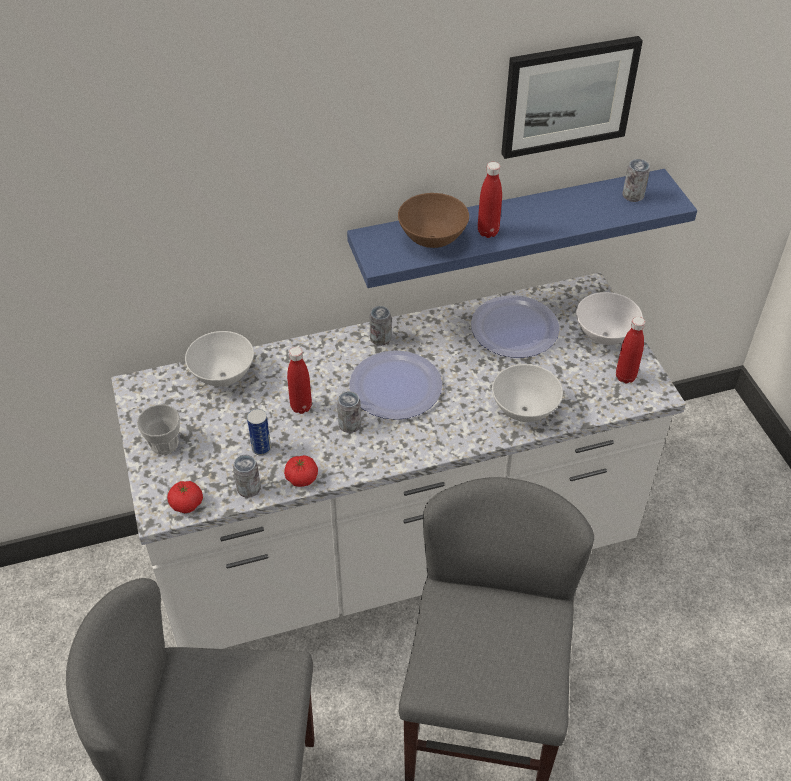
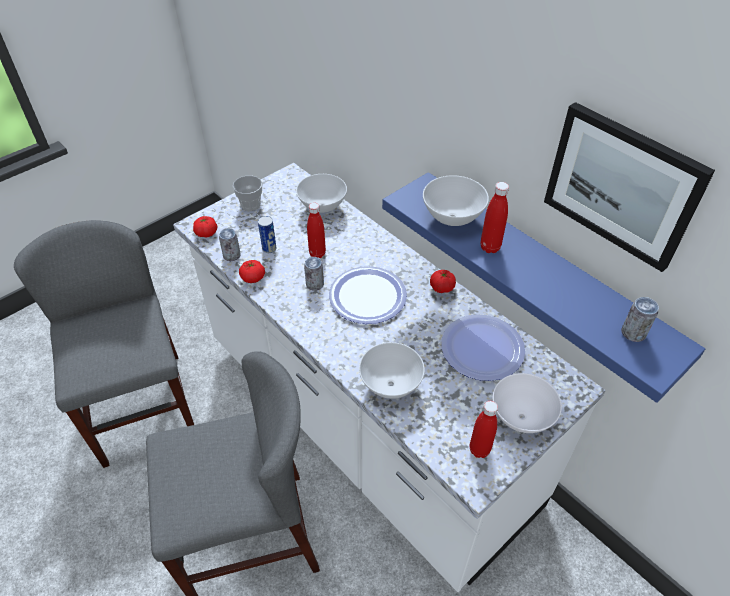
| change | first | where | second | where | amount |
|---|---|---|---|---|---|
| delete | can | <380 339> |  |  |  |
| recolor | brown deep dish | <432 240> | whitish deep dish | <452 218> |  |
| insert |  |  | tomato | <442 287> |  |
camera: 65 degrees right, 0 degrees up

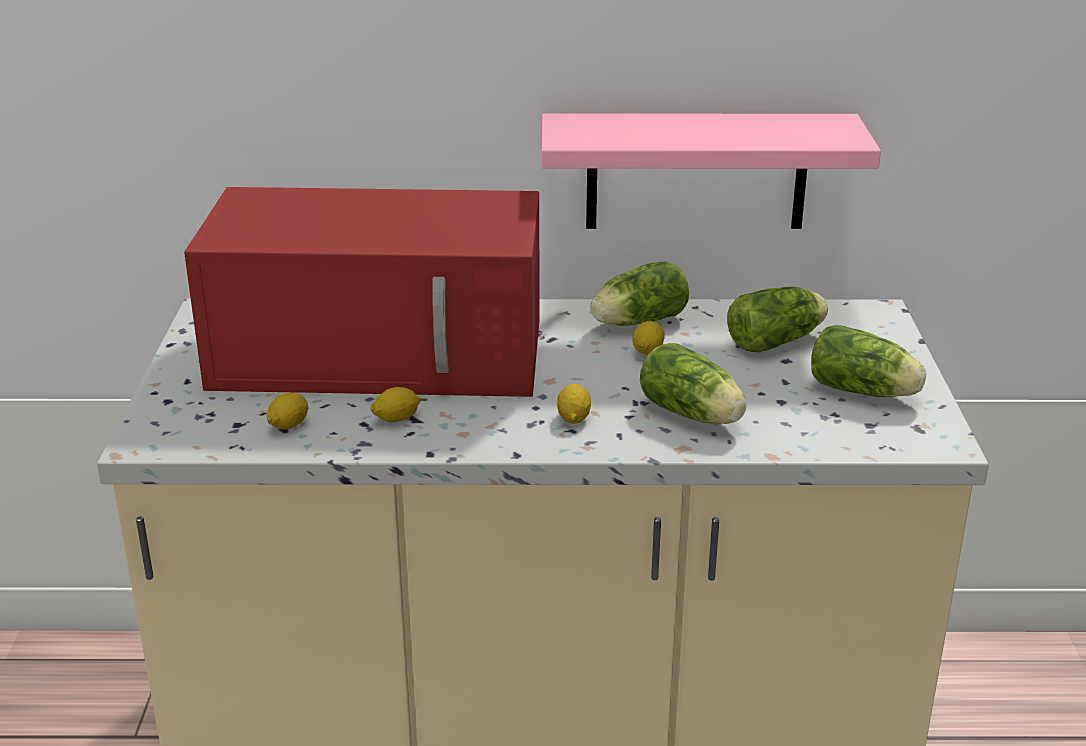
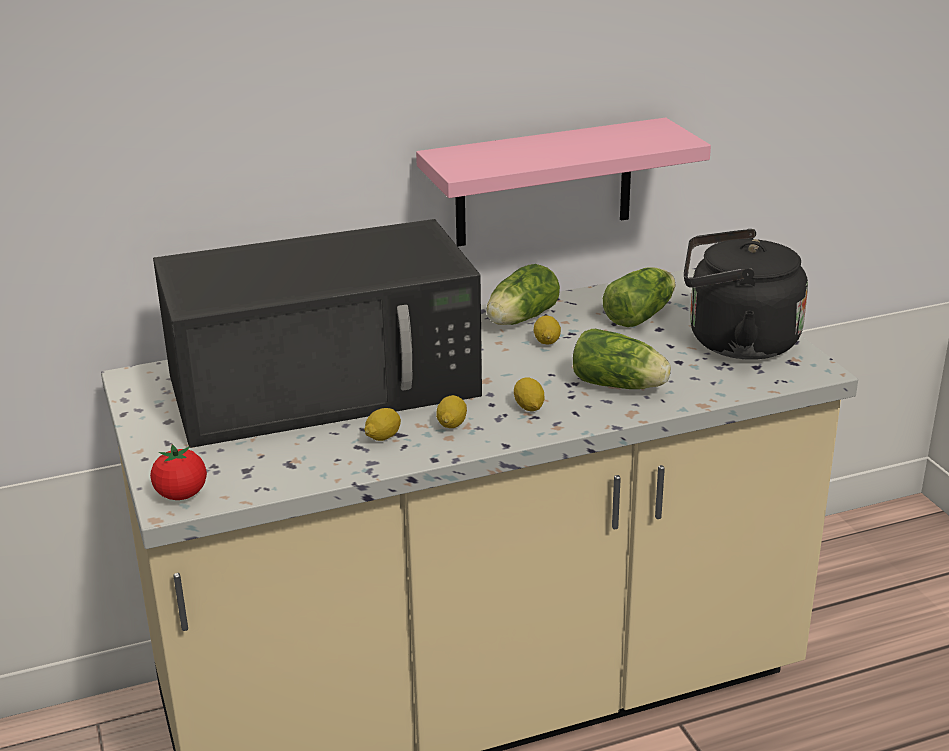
| change | first | where | second | where | amount |
|---|---|---|---|---|---|
| recolor | red-coloured microwave oven | <384 353> | blackish microwave oven | <327 384> |  |
| move | lemon | <289 425> |  | <451 424> |  |
| replace | head of lettuce | <865 392> | blackish tea kettle | <735 342> |  |
| insert |  |  | tomato | <181 495> |  |
camera: 20 degrees left, 0 degrees up

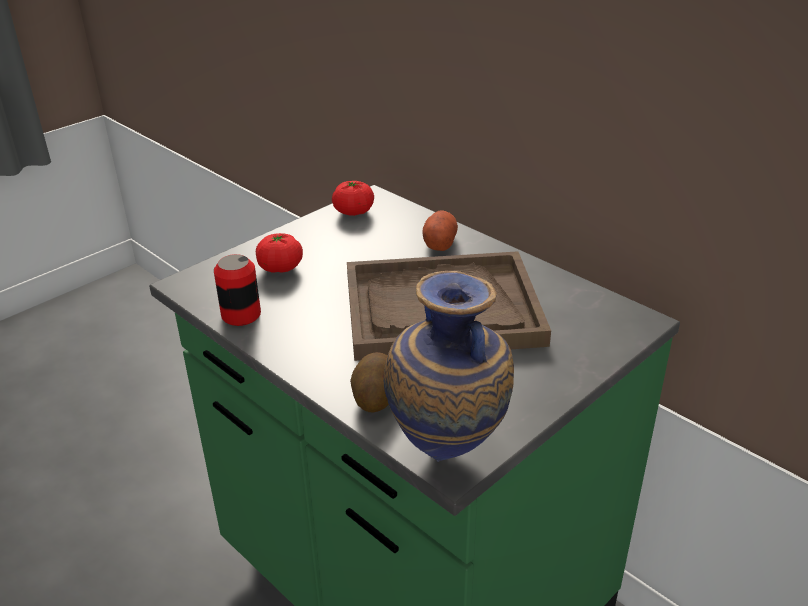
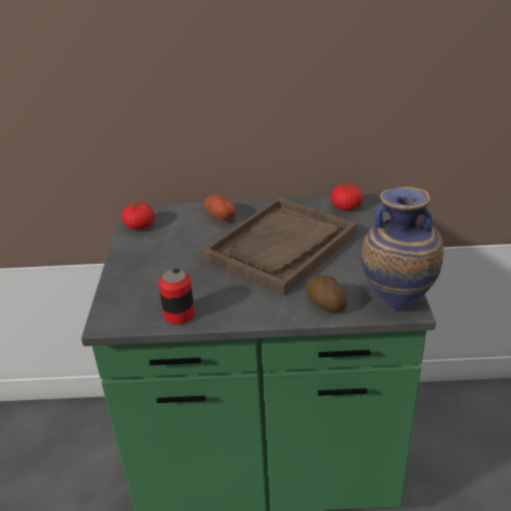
| change | first | where | second | where | amount |
|---|---|---|---|---|---|
| move | tomato | <280 267> |  | <346 207> |  |
camera: 45 degrees left, 0 degrees up

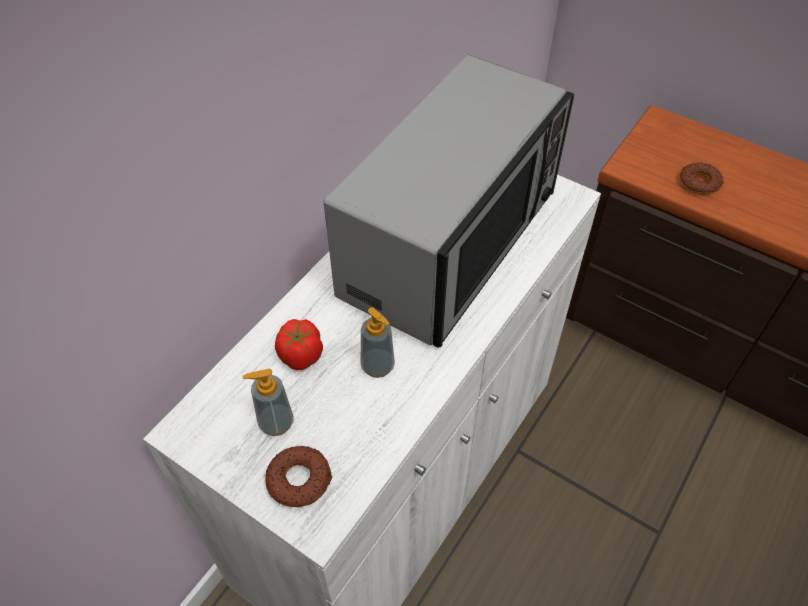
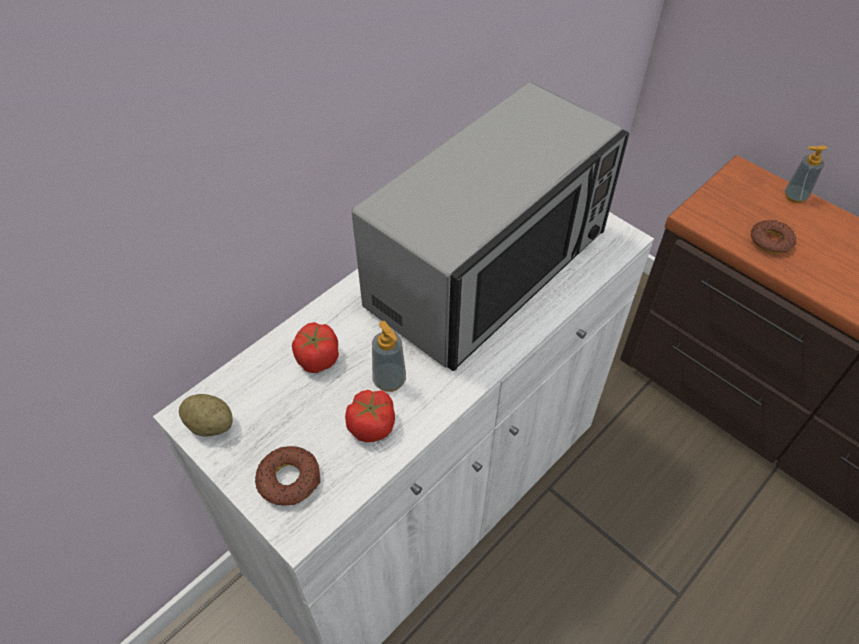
| change | first | where | second | where | amount |
|---|---|---|---|---|---|
| move | soap dispenser | <276 423> |  | <795 196> |  |
| insert |  |  | spud | <210 425> |  |
| insert |  |  | tomato | <372 425> |  |
camera: 10 degrees right, 0 degrees up

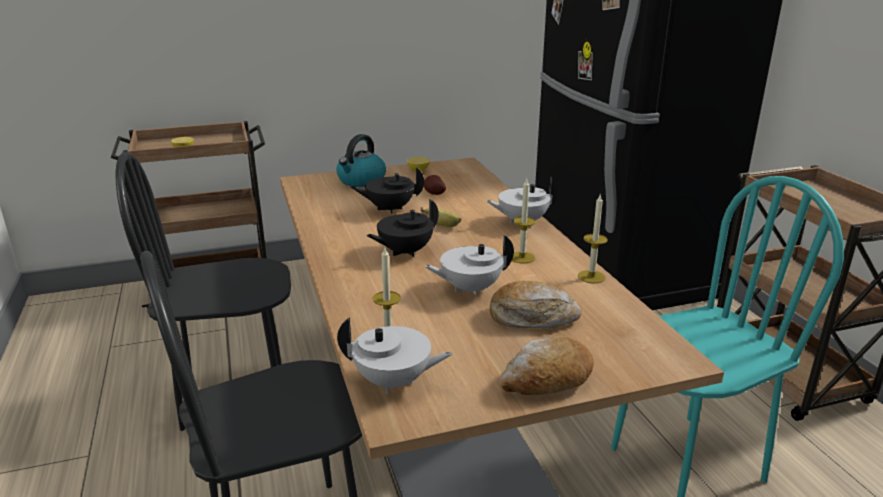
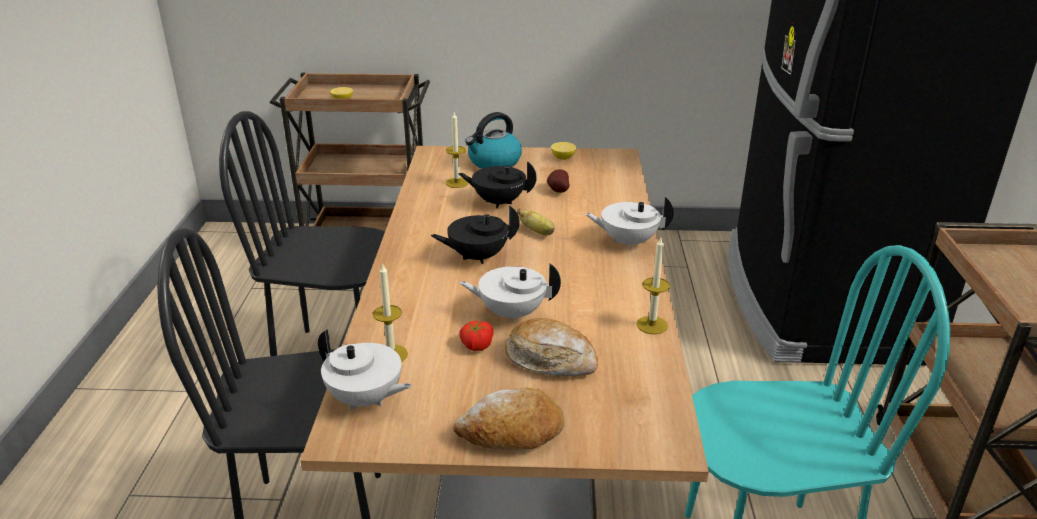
| change | first | where | second | where | amount |
|---|---|---|---|---|---|
| move | wax light | <522 257> |  | <457 183> |  |
| insert |  |  | tomato | <476 345> |  |
camera: 20 degrees right, 5 degrees up

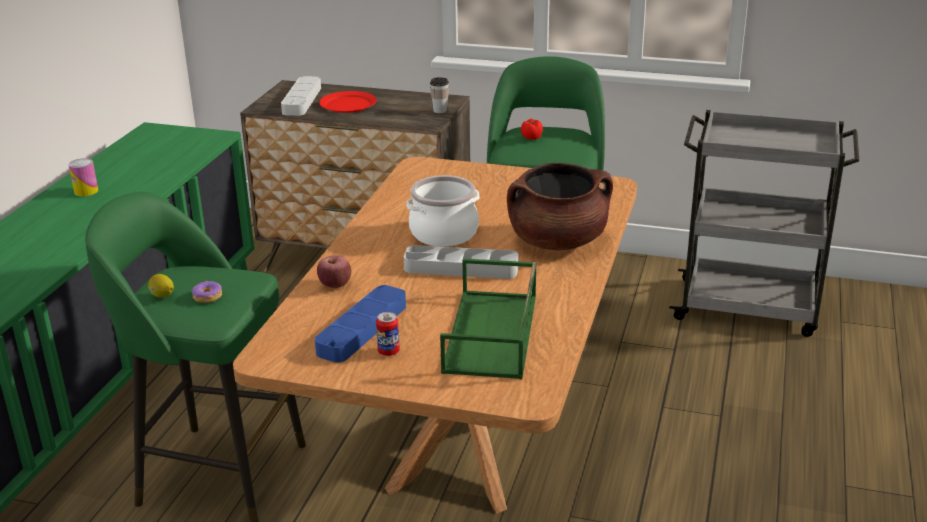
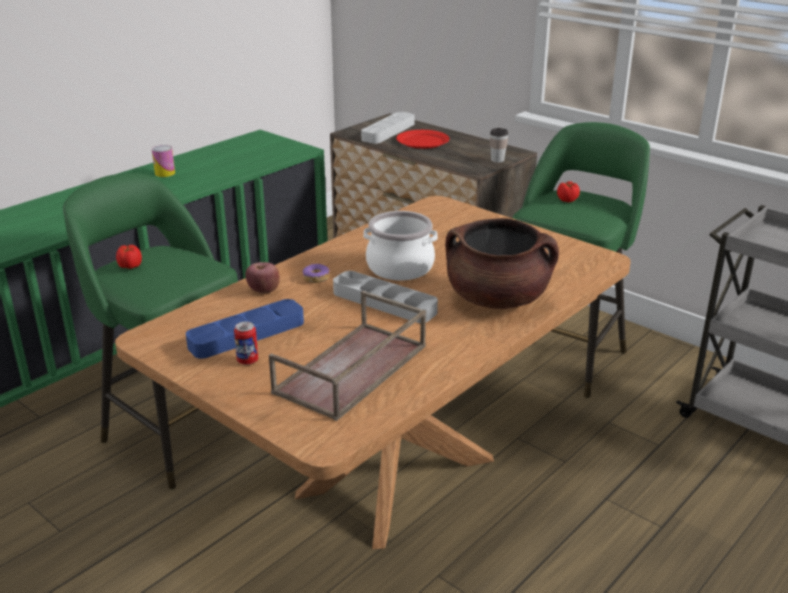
| change | first | where | second | where | amount |
|---|---|---|---|---|---|
| replace | lemon | <162 296> | tomato | <130 266> |  |
| move | doughnut | <207 297> |  | <316 278> |  |
| recolor | green-coloured serving tray | <492 334> | brown serving tray | <352 370> |  |
camera: 25 degrees right, 0 degrees up

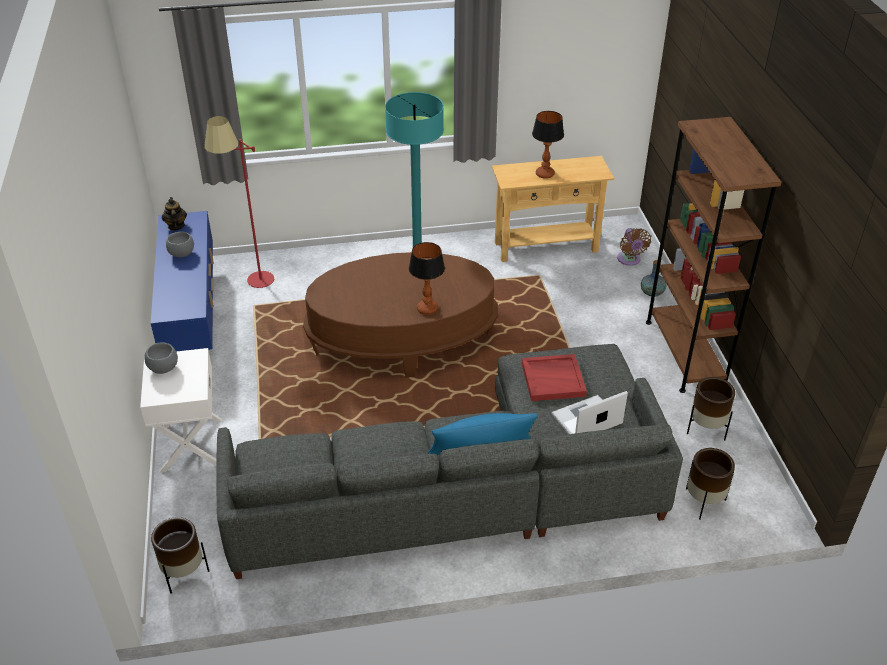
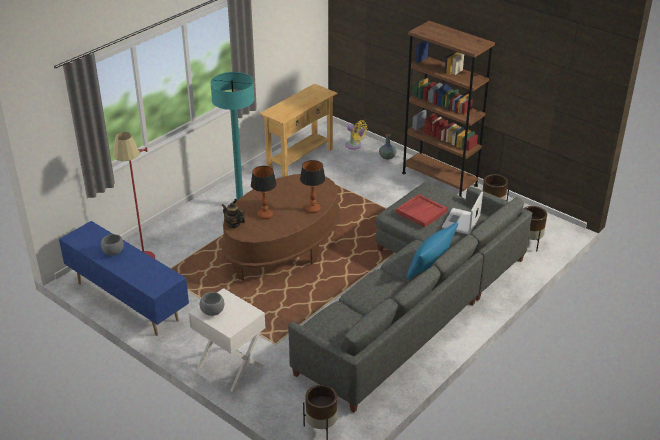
| change | first | where | second | where | amount |
|---|---|---|---|---|---|
| move | tea pot | <176 226> |  | <233 224> |  |
| move | tabletop lamp | <545 174> |  | <265 215> |  |
| recolor | brown cooling fan | <629 260> | yellow-coloured cooling fan | <354 146> |  |
camera: 40 degrees left, 5 degrees down

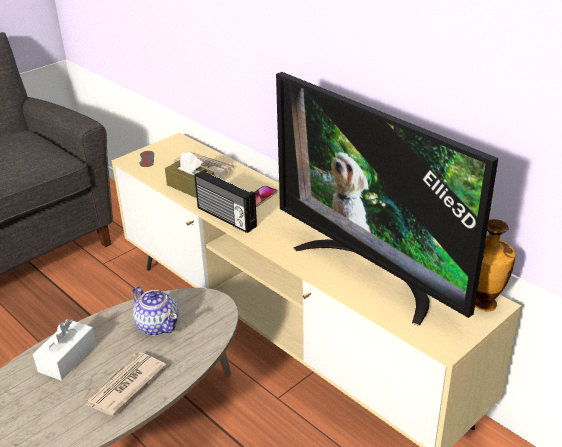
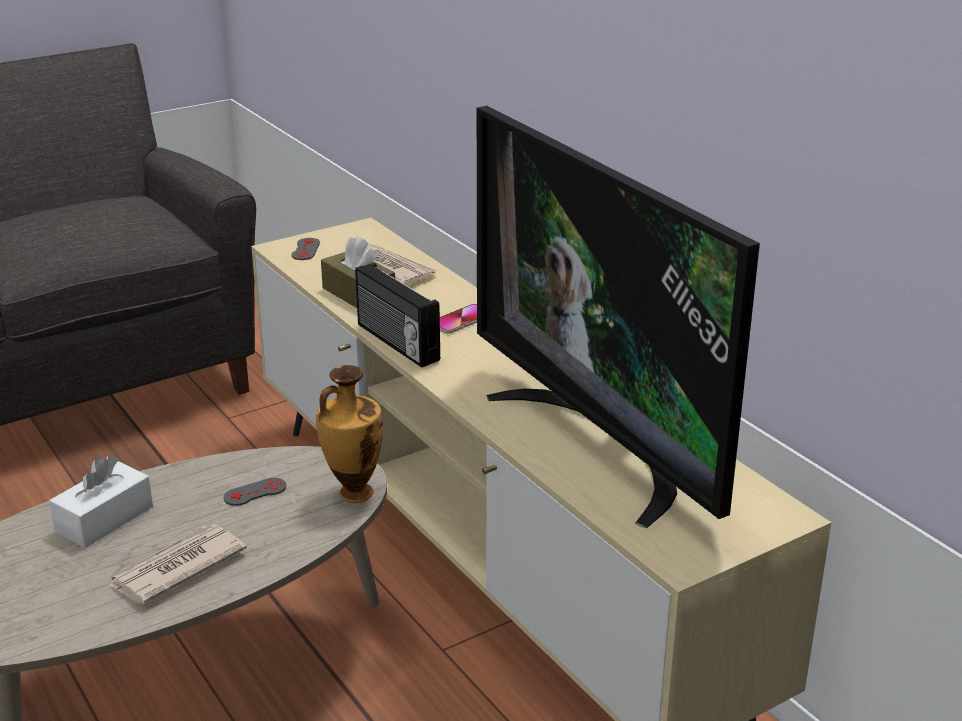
| change | first | where | second | where | amount |
|---|---|---|---|---|---|
| replace | tea pot | <157 325> | greyish game controller | <255 492> |  |
| move | decorative vase | <483 304> |  | <353 493> |  |
camera: 10 degrees right, 5 degrees down

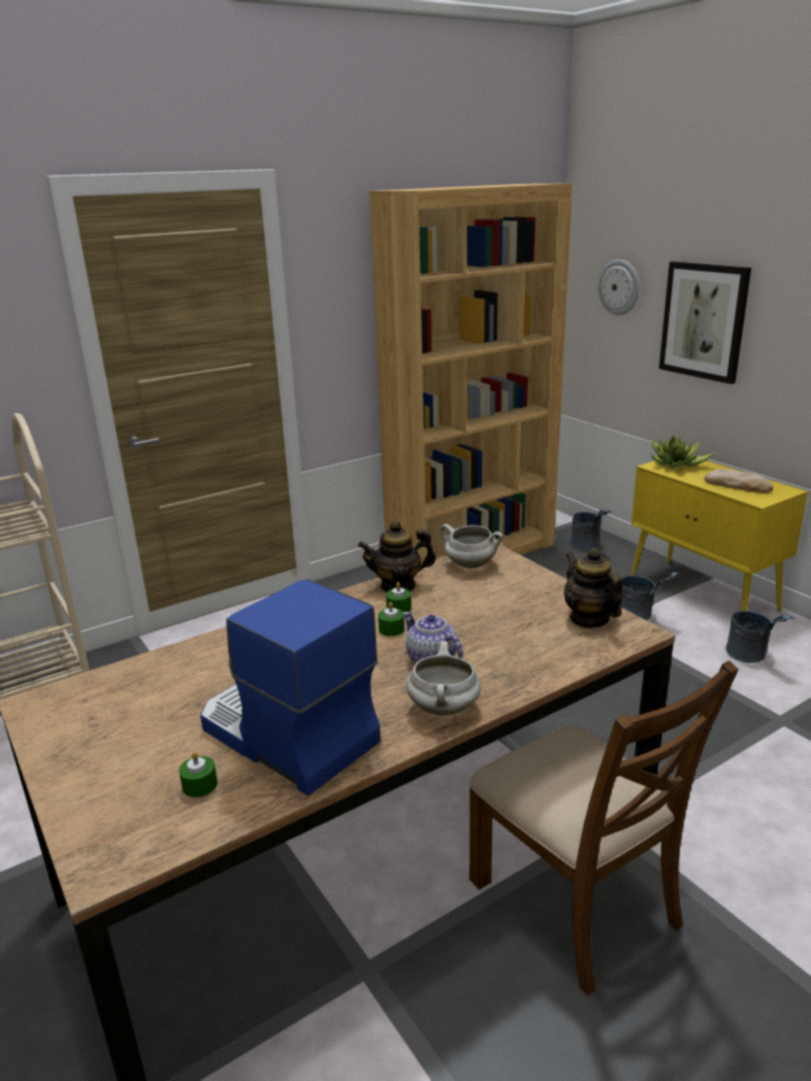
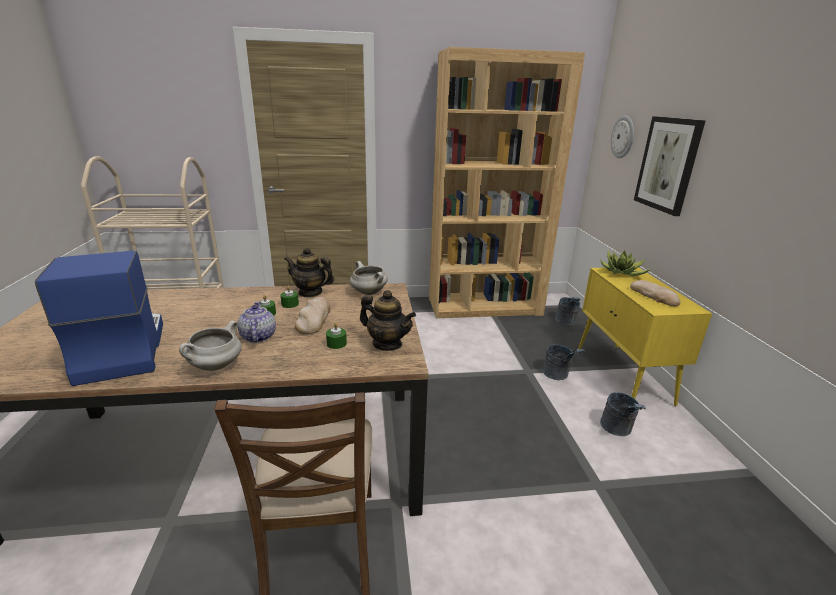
| change | first | where | second | where | amount |
|---|---|---|---|---|---|
| move | green-coloured wax light | <200 785> |  | <336 343> |  |
| rotate | tea pot | <589 619> |  | <387 344> | 120 degrees clockwise |
| insert |  |  | baked bread | <314 318> |  |
camera: 25 degrees right, 0 degrees up

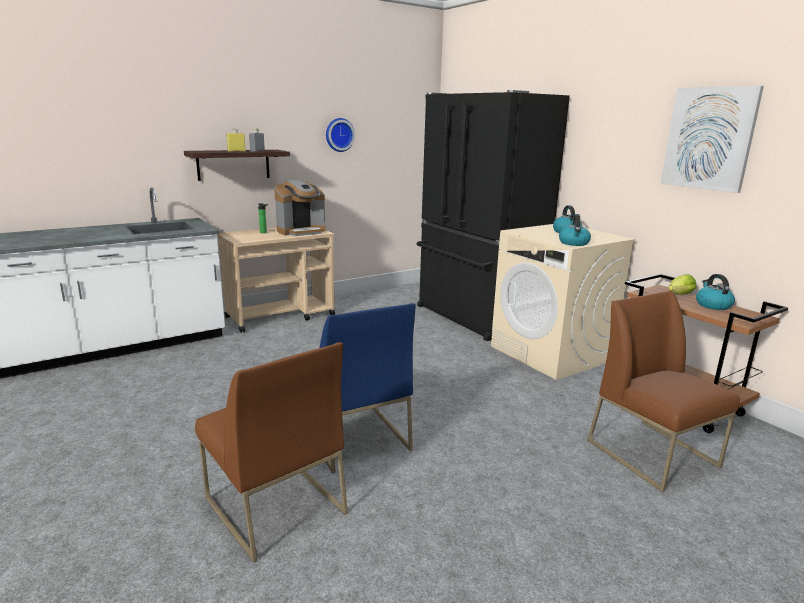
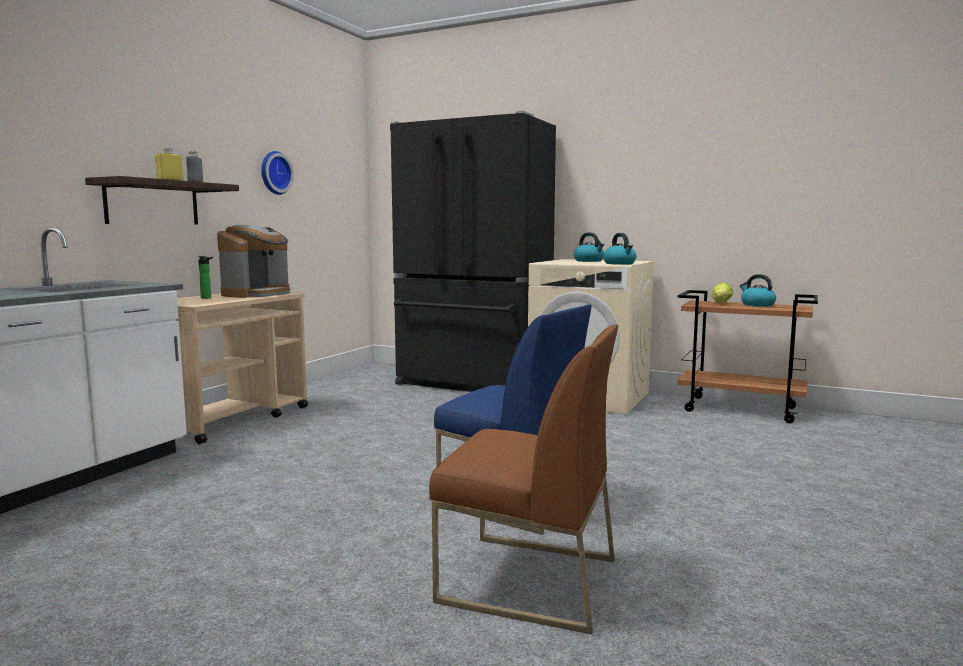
| change | first | where | second | where | amount |
|---|---|---|---|---|---|
| delete | brown upright chair | <653 454> |  |  |  |
| delete | picture | <709 138> |  |  |  |
camera: 30 degrees left, 10 degrees down

